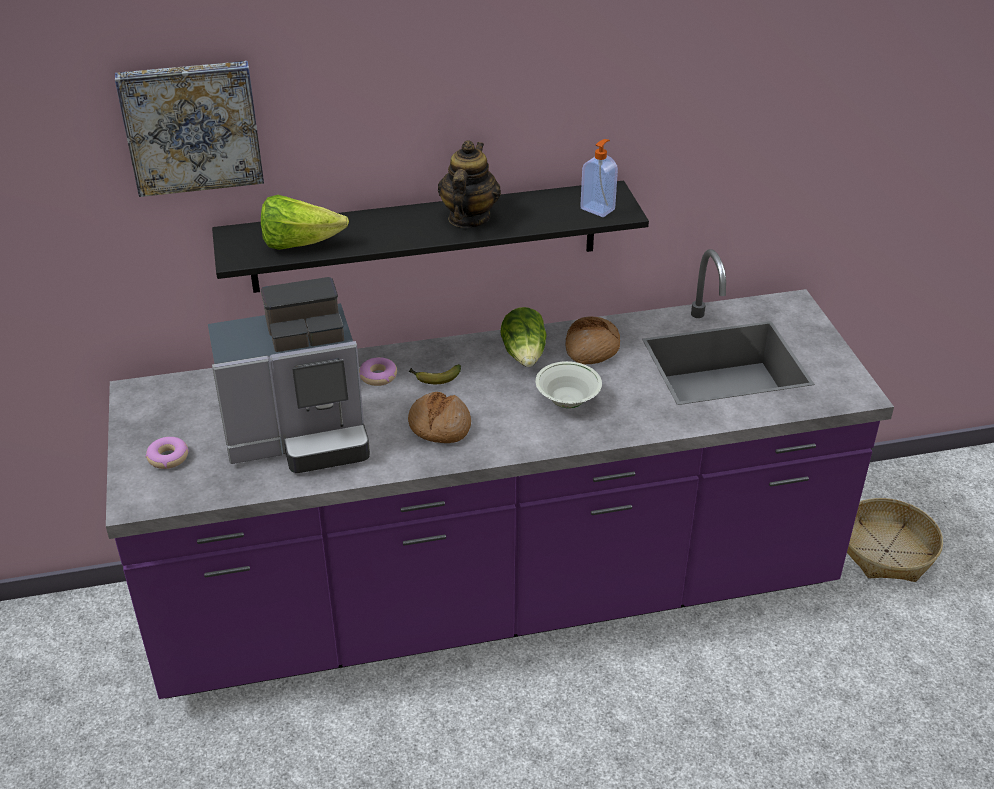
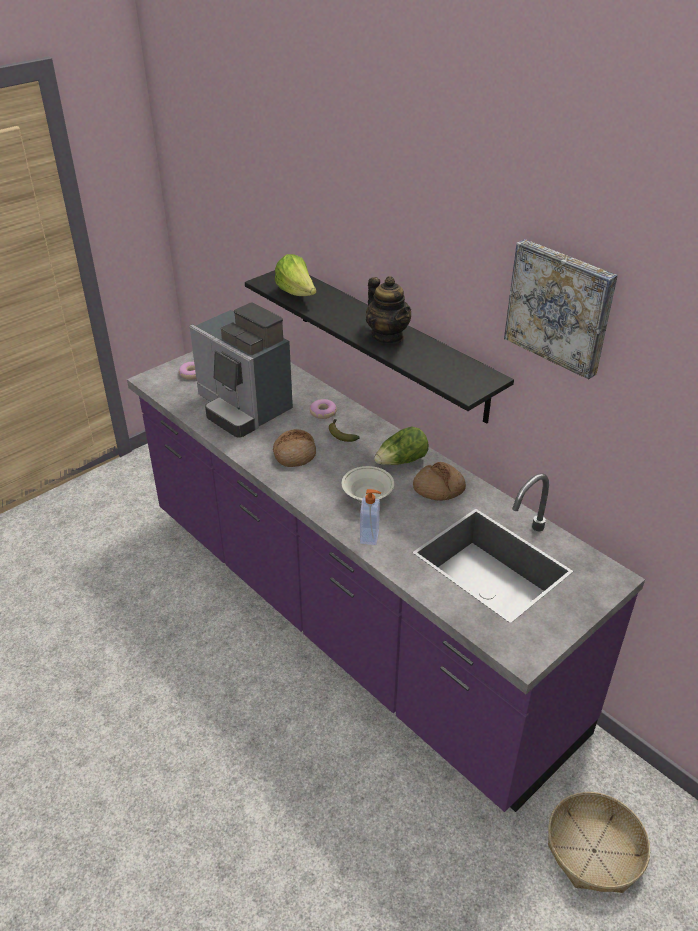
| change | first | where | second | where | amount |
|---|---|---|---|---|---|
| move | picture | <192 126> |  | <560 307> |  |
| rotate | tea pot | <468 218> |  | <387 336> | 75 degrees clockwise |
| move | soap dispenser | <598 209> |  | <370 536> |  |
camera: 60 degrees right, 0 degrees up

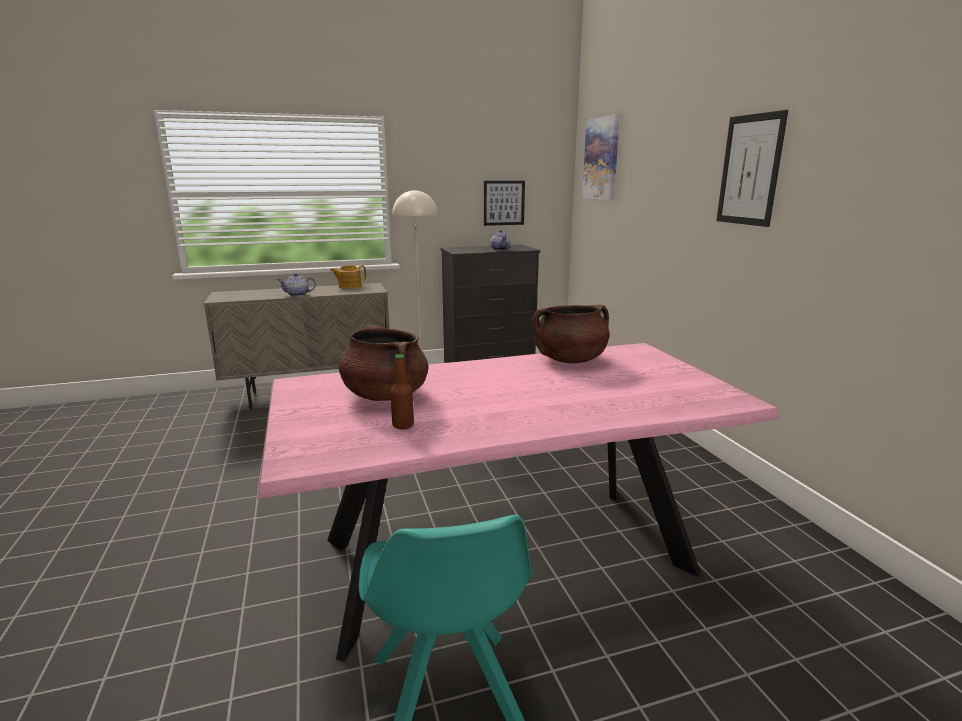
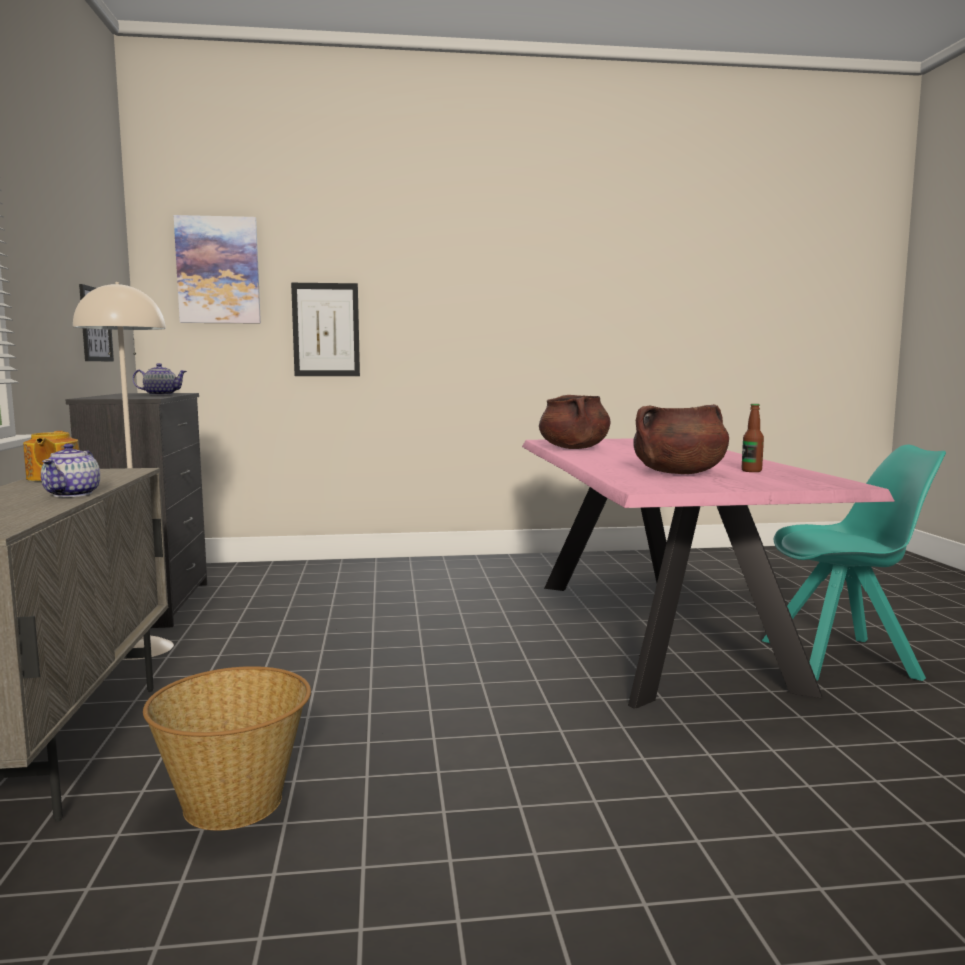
| change | first | where | second | where | amount |
|---|---|---|---|---|---|
| move | picture | <750 170> |  | <326 330> |  |
| insert |  |  | household basket | <234 801> |  |
camera: 80 degrees left, 10 degrees down

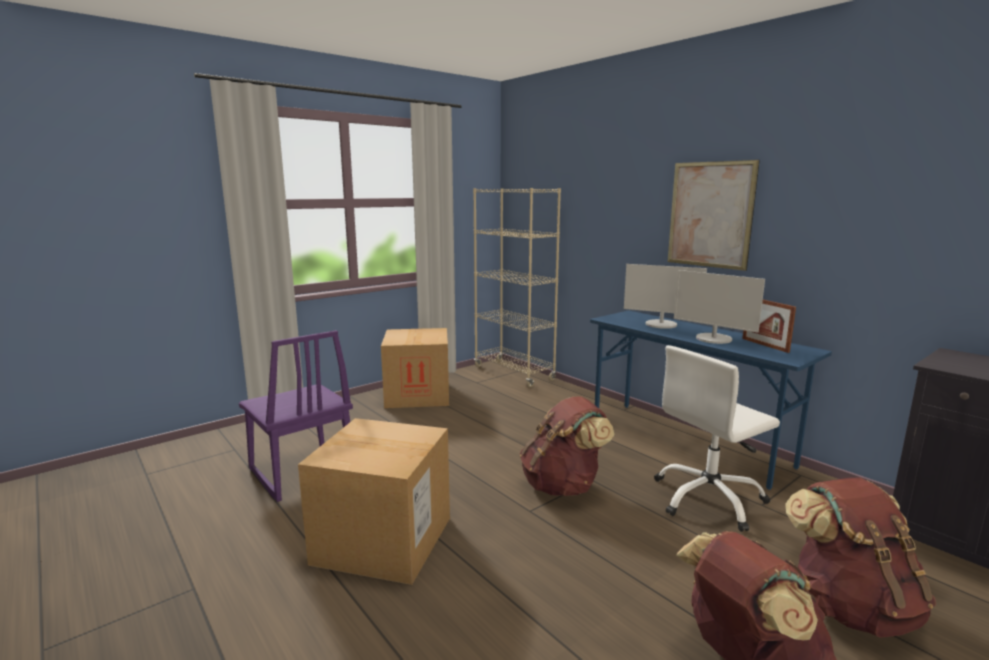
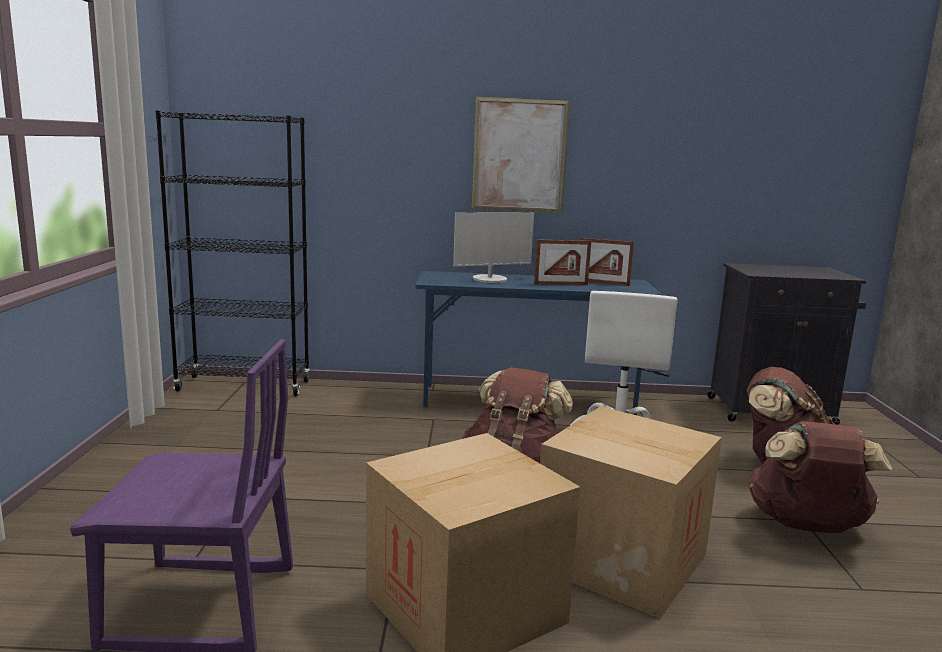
| change | first | where | second | where | amount |
|---|---|---|---|---|---|
| move | packing box | <417 395> |  | <621 560> |  |
| recolor | beige-coloured bookcase | <514 373> | blackish bookcase | <244 386> |  |
| replace | computer display | <713 339> | photo frame | <561 284> |  |
camera: 50 degrees left, 0 degrees up

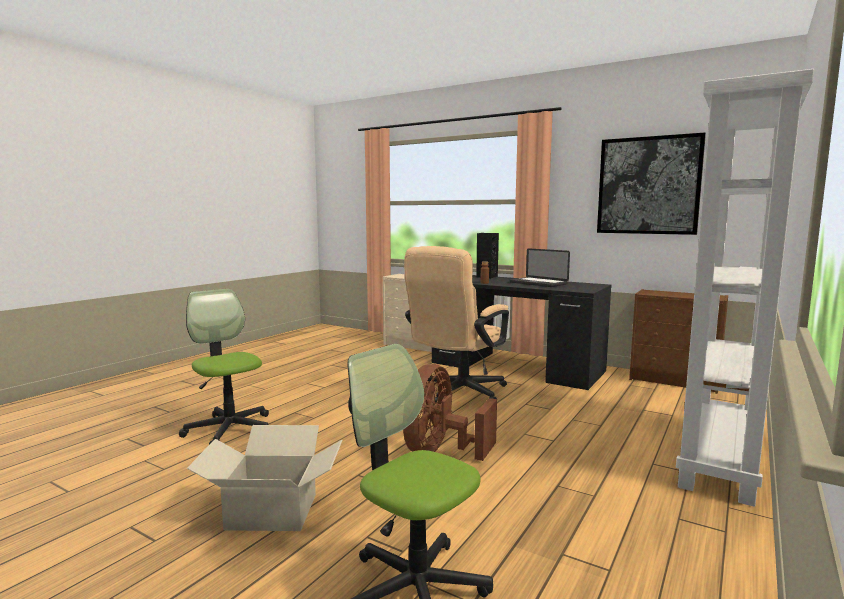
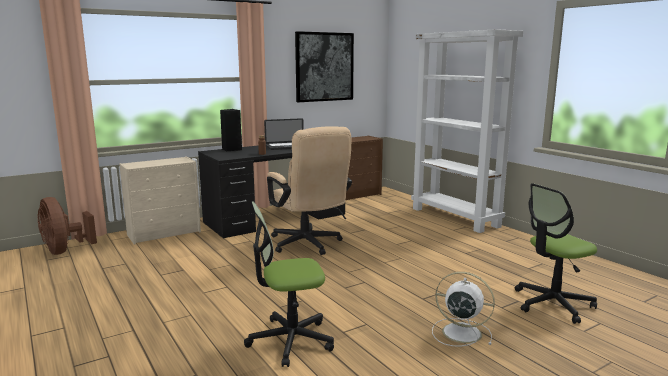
| change | first | where | second | where | amount |
|---|---|---|---|---|---|
| replace | packing box | <272 511> | whitish cooling fan | <460 332> |  |
| move | brown cooling fan | <441 452> |  | <64 250> |  |
camera: 65 degrees left, 5 degrees up

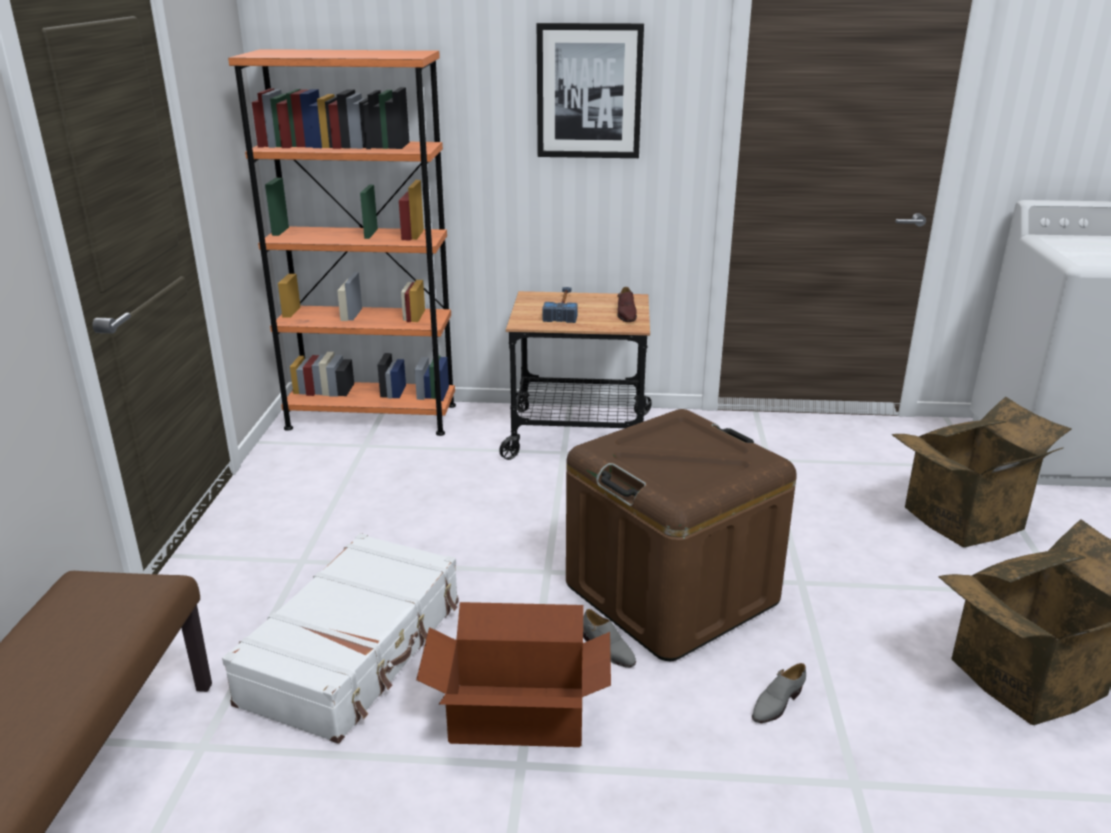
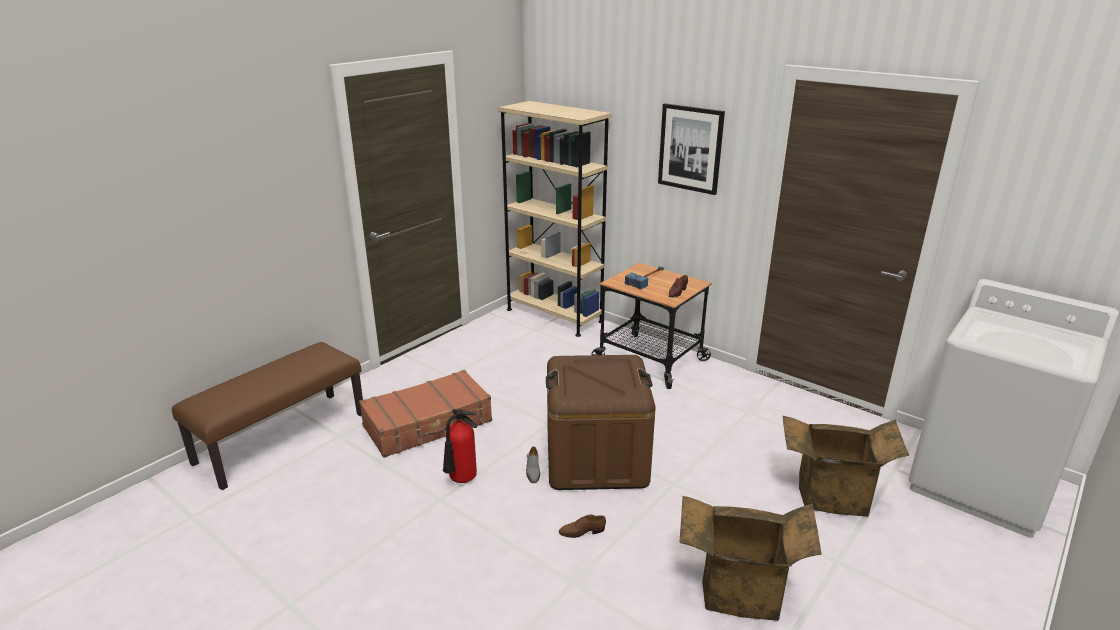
| change | first | where | second | where | amount |
|---|---|---|---|---|---|
| recolor | whitish travel case | <355 651> | brown travel case | <428 424> |  |
| recolor | orangey bookcase | <372 416> | beige-coloured bookcase | <554 315> |  |
| replace | packing box | <518 716> | fire-fighting cylinder | <461 480> |  |
| recolor | greyish shoe | <776 703> | brown shoe | <582 531> |  |
camera: 35 degrees right, 0 degrees up

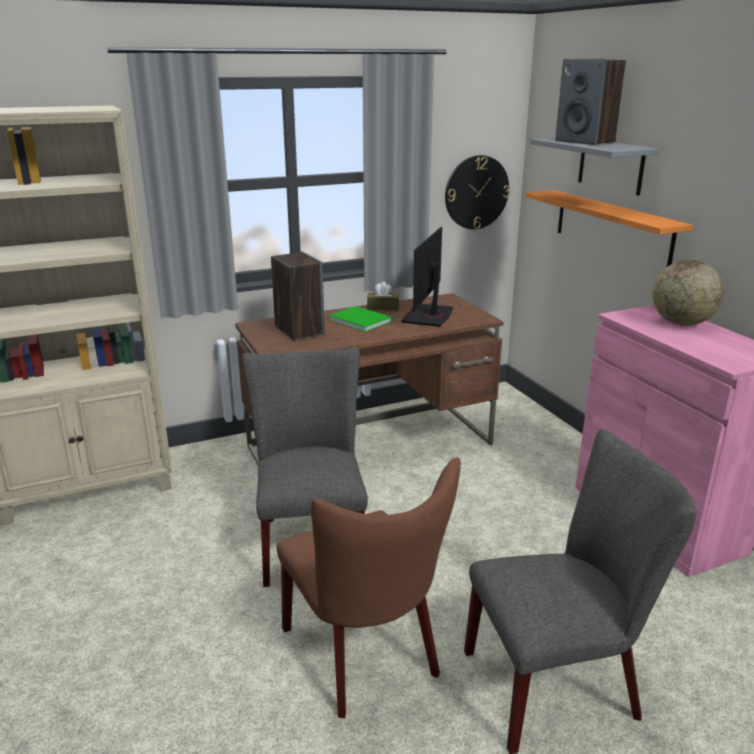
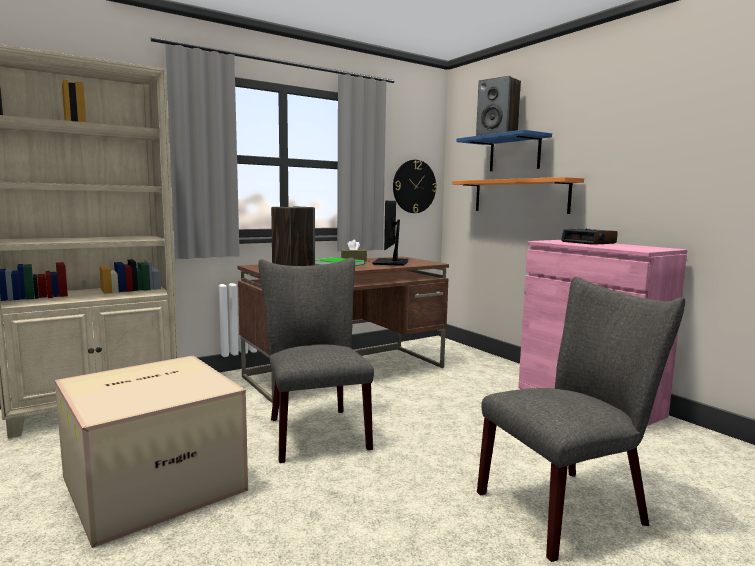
| change | first | where | second | where | amount |
|---|---|---|---|---|---|
| delete | brown upright chair | <366 657> |  |  |  |
| recolor | greyish bracket shelf | <610 165> | blue-coloured bracket shelf | <514 153> |  |
| replace | globe | <681 323> | table clock | <589 242> |  |
| insert |  |  | packing box | <155 482> |  |
camera: 10 degrees left, 15 degrees down

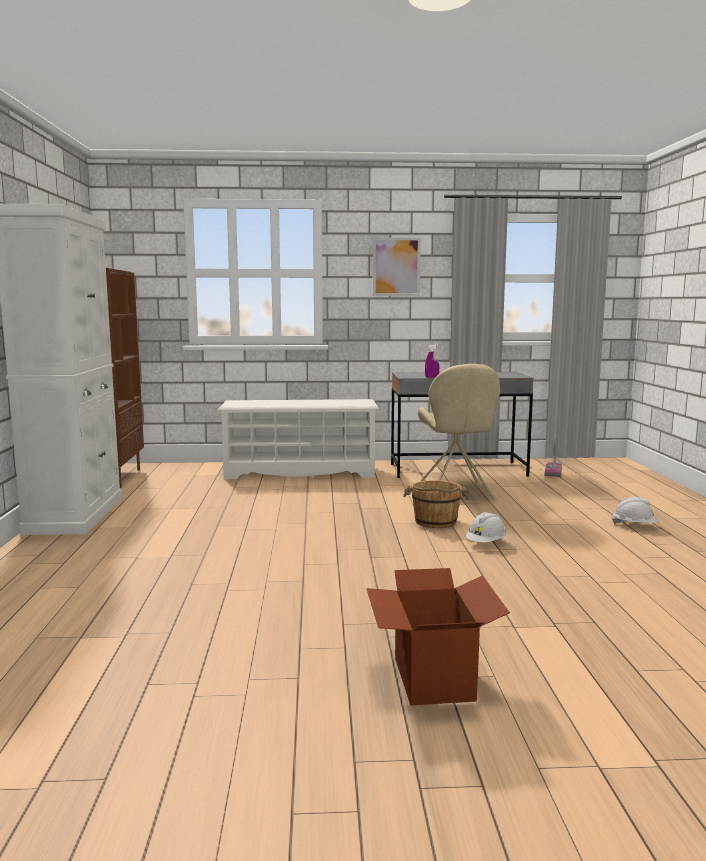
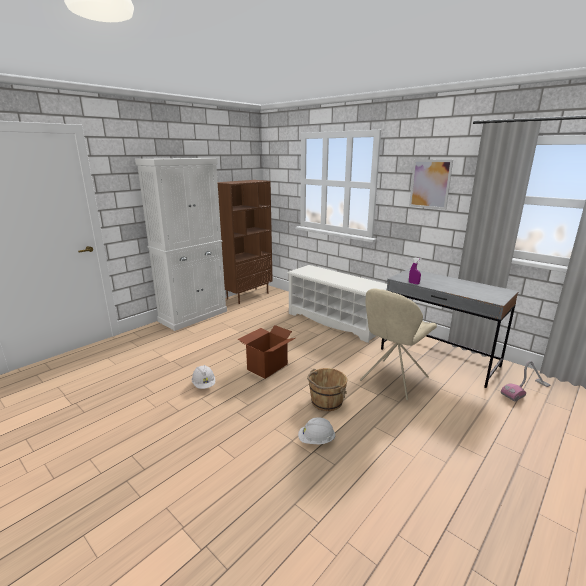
| change | first | where | second | where | amount |
|---|---|---|---|---|---|
| move | packing box | <432 679> |  | <267 367> |  |
| move | whitish work helmet | <635 526> |  | <204 384> |  |
camera: 45 degrees right, 10 degrees up

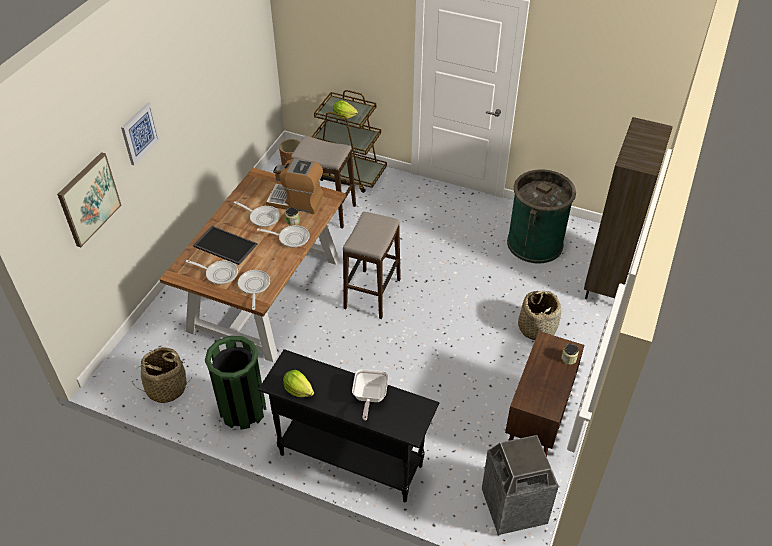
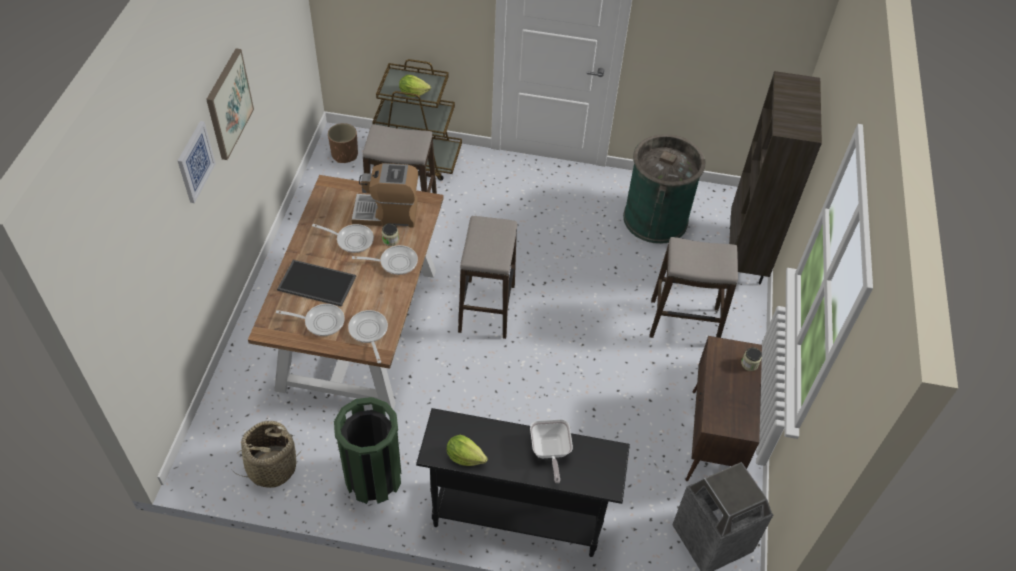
| change | first | where | second | where | amount |
|---|---|---|---|---|---|
| move | picture | <89 199> |  | <228 104> |  |
| replace | household basket | <537 328> | stool seat | <683 322> |  |
camera: 15 degrees left, 5 degrees up

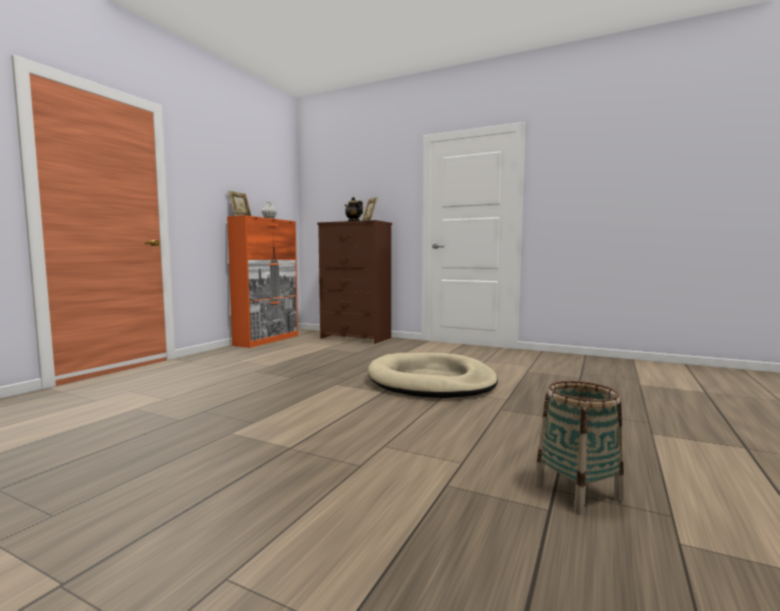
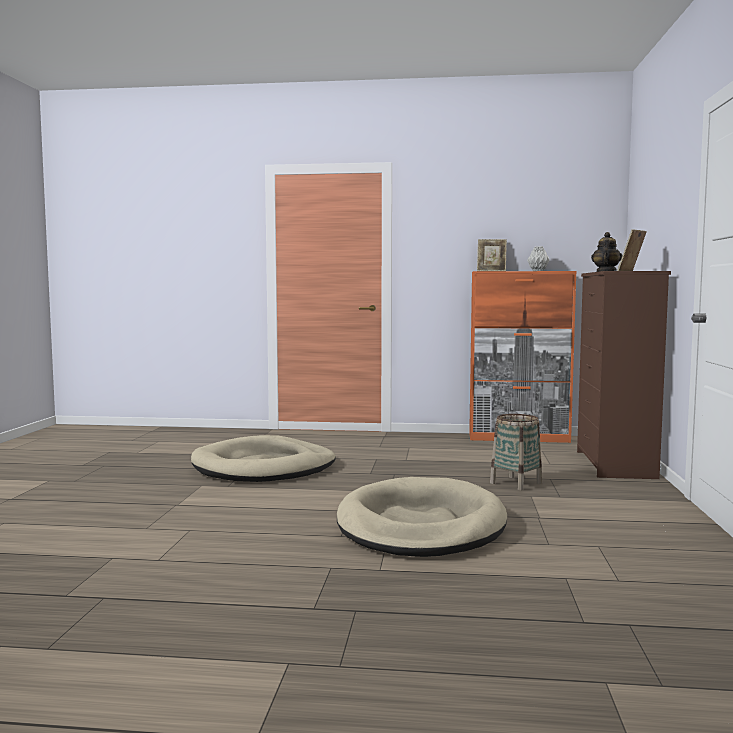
| change | first | where | second | where | amount |
|---|---|---|---|---|---|
| move | household basket | <577 492> |  | <515 483> |  |
| insert |  |  | beige-coloured pet bed | <264 467> |  |
camera: 70 degrees right, 0 degrees up

